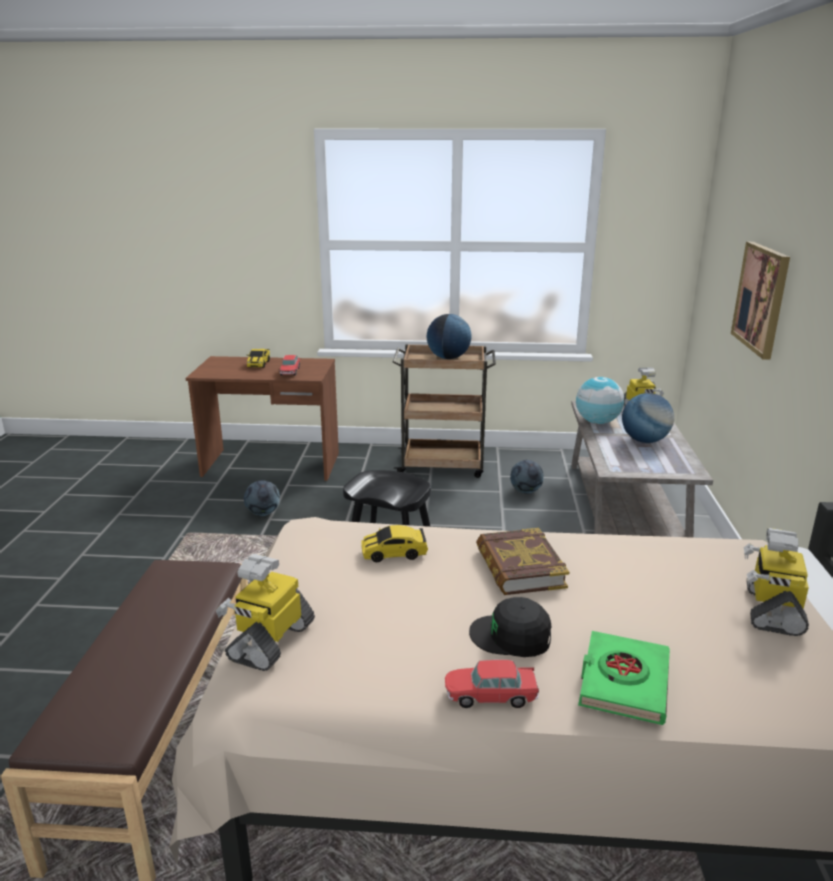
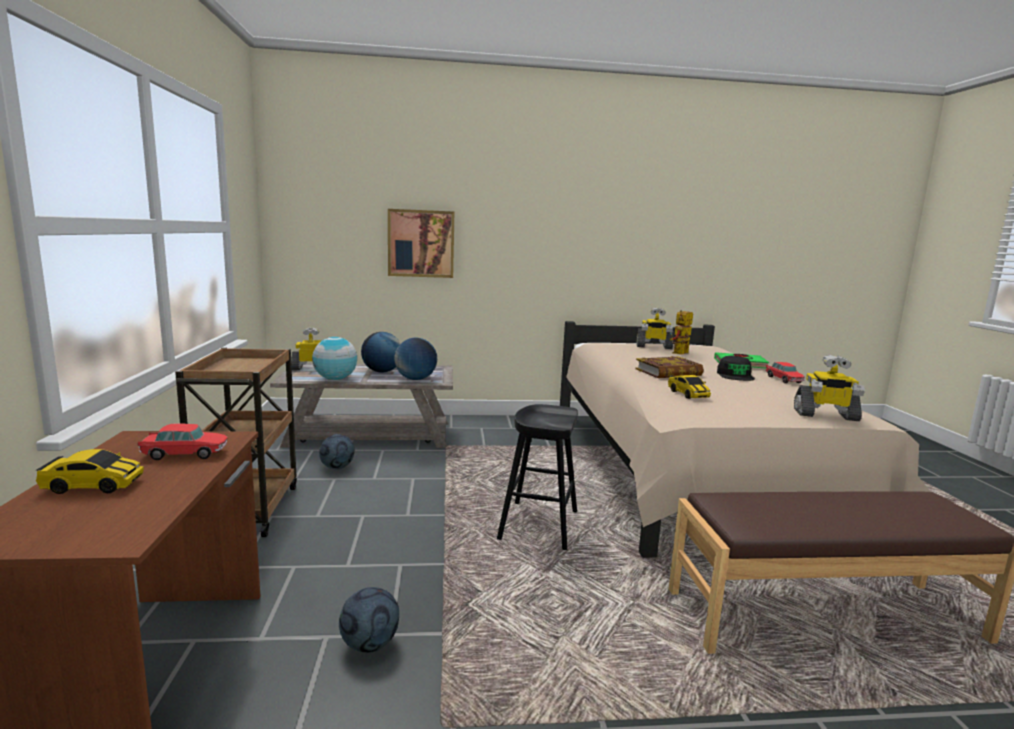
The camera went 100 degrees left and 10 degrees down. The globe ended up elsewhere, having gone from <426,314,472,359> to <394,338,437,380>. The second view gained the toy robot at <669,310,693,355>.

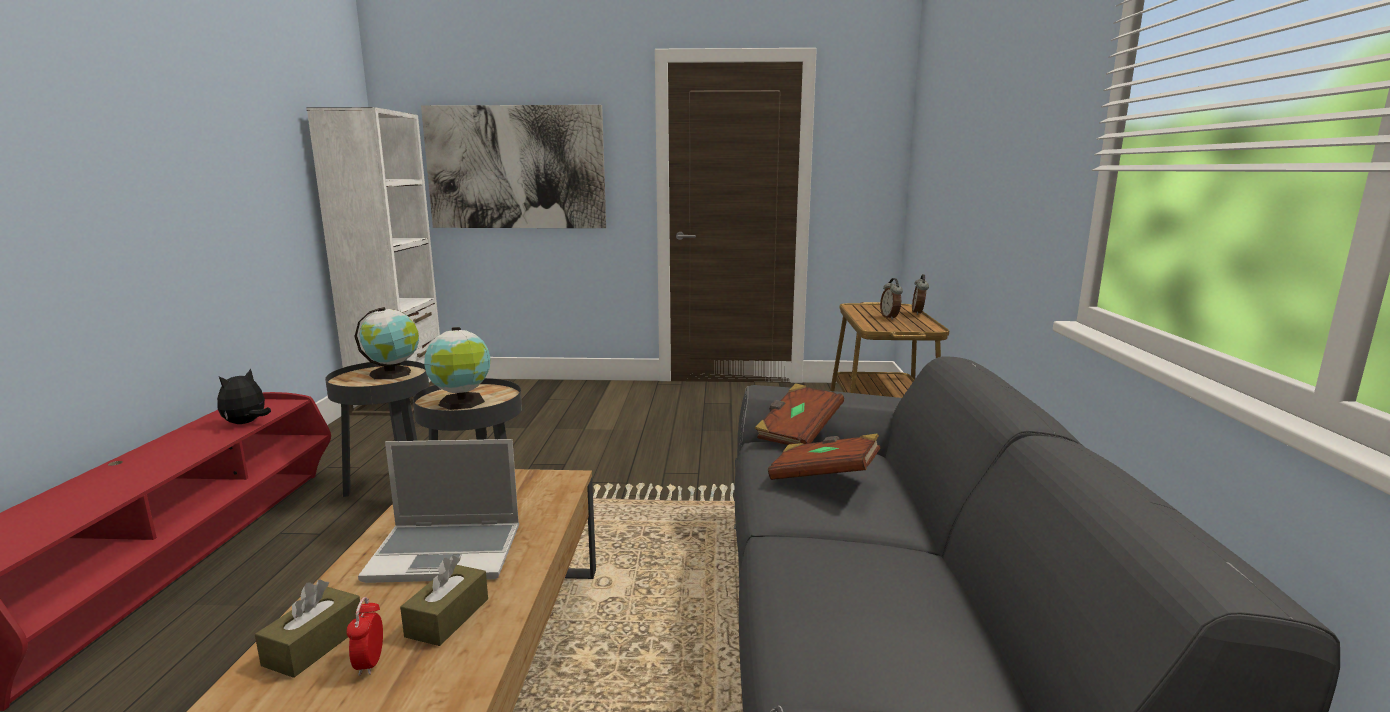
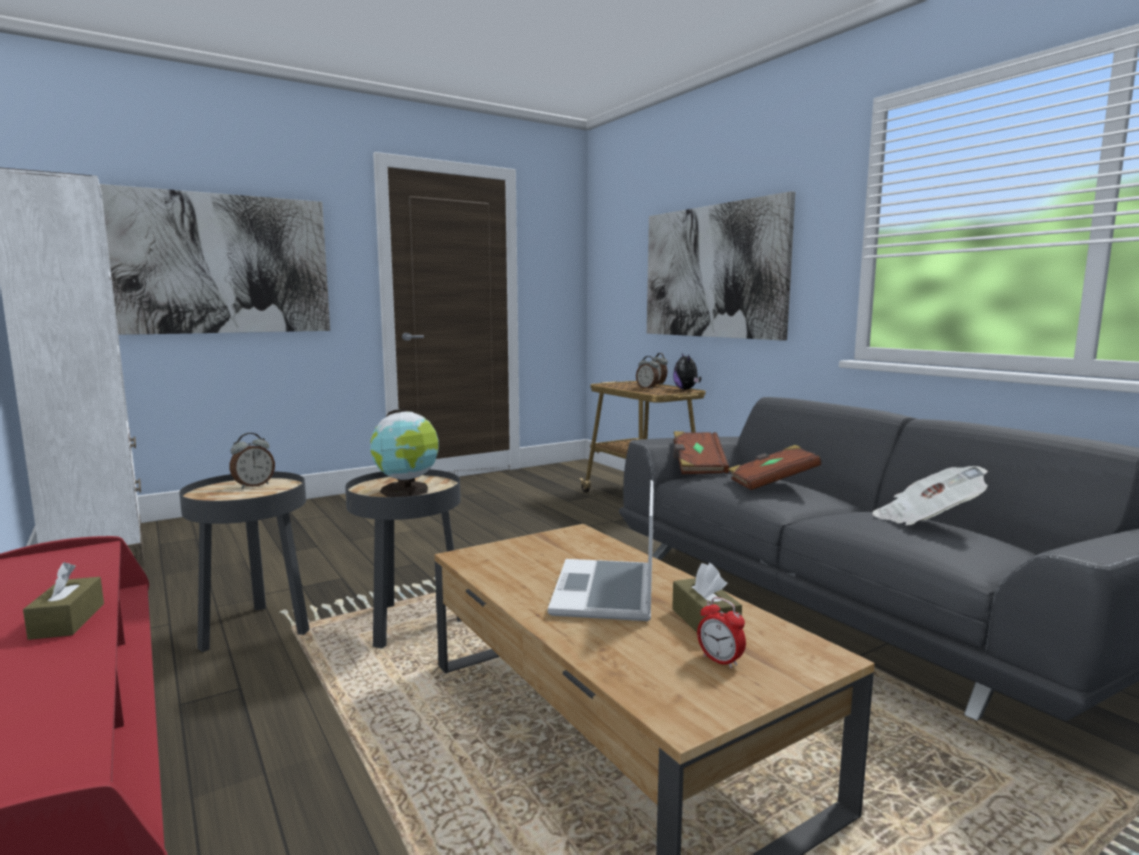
The camera went 35 degrees left and 5 degrees down. The plush toy ended up elsewhere, having gone from <217,369,271,424> to <673,354,702,390>. The brown tissue box ended up elsewhere, having gone from <255,580,361,678> to <23,562,104,640>. Where the globe stood at <354,307,419,379>, the alarm clock came to stand at <229,433,275,489>. The laptop at <358,439,519,583> ended up facing another way, 135 degrees clockwise from before. The second view gained the picture at <647,191,795,341>. The second view gained the newspaper at <873,466,988,525>.

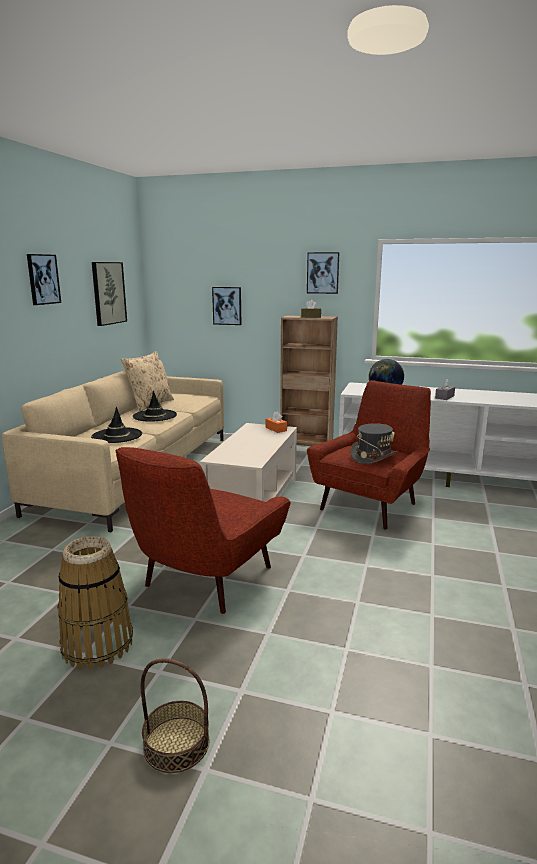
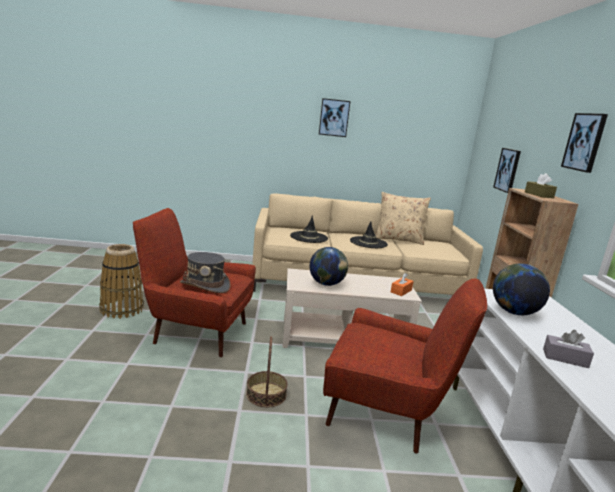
The camera went 70 degrees right and 0 degrees up. The second view lost the picture at <92,262,127,326>. The basket ended up elsewhere, having gone from <141,658,209,773> to <246,336,288,407>. The grey hat ended up elsewhere, having gone from <350,423,398,464> to <180,252,231,293>. The second view gained the globe at <309,247,348,286>.

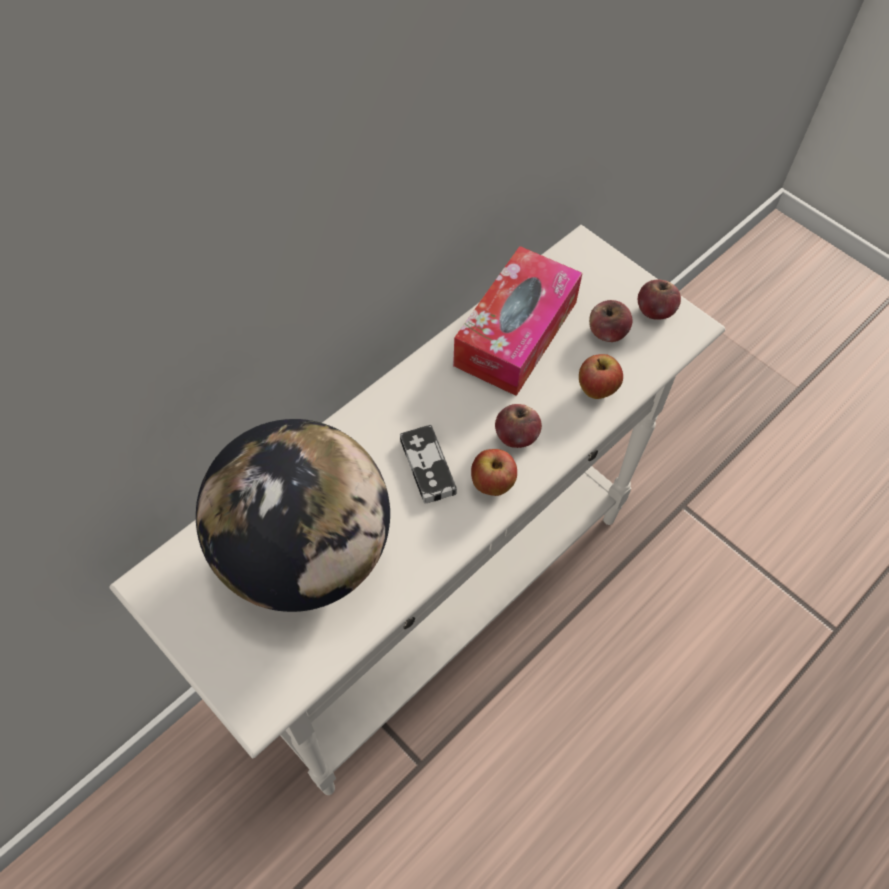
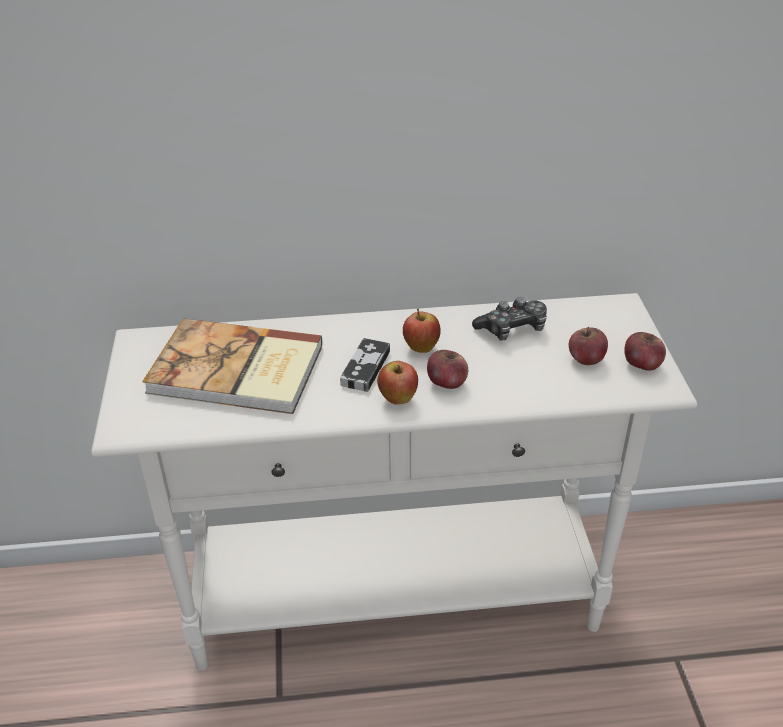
The camera went 40 degrees right and 20 degrees down. Where the globe stood at <196,419,390,612>, the book came to stand at <142,318,323,414>. Where the tissue box stood at <453,246,582,396>, the game controller came to stand at <472,297,547,341>. The apple ended up elsewhere, having gone from <579,354,623,399> to <403,308,441,353>.

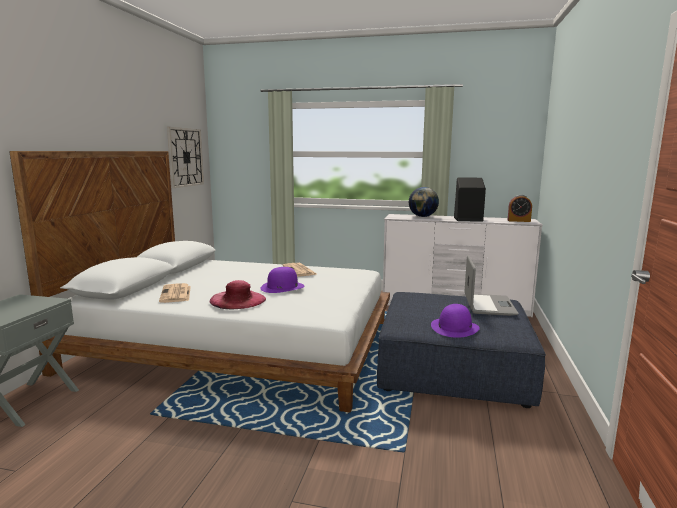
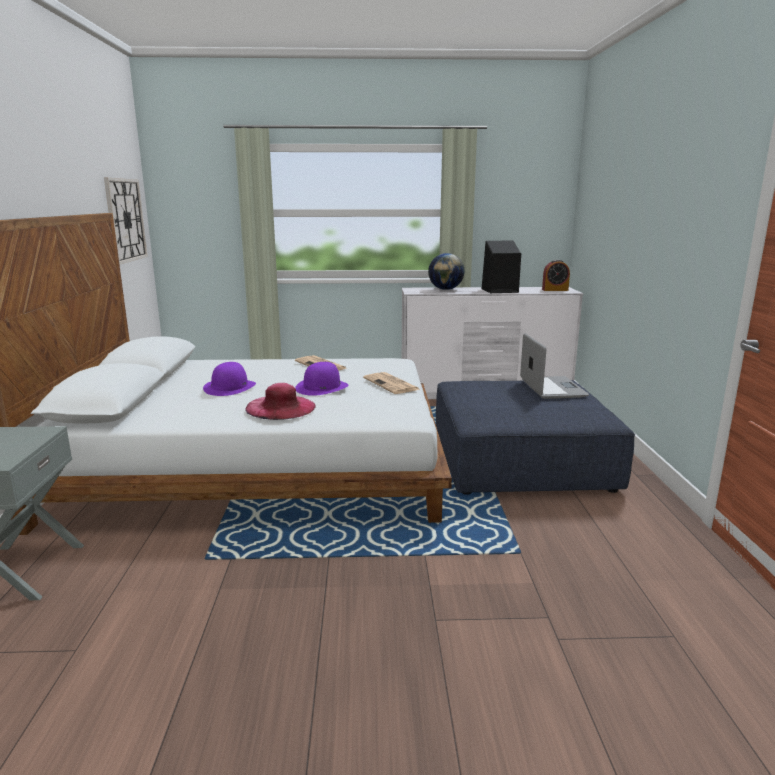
The camera went 15 degrees left and 5 degrees up. The newspaper ended up elsewhere, having gone from <159,283,191,303> to <363,372,420,394>. The purple hat ended up elsewhere, having gone from <431,304,480,338> to <203,362,256,396>.

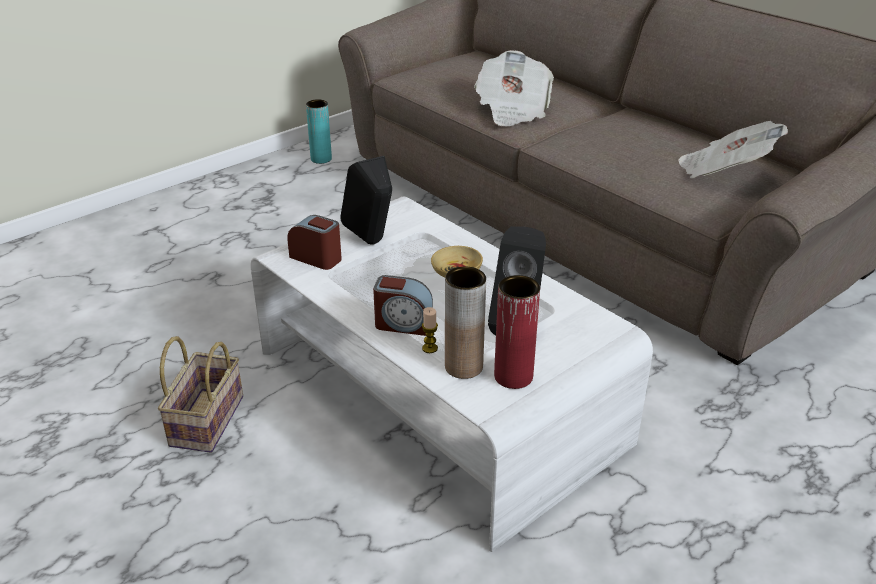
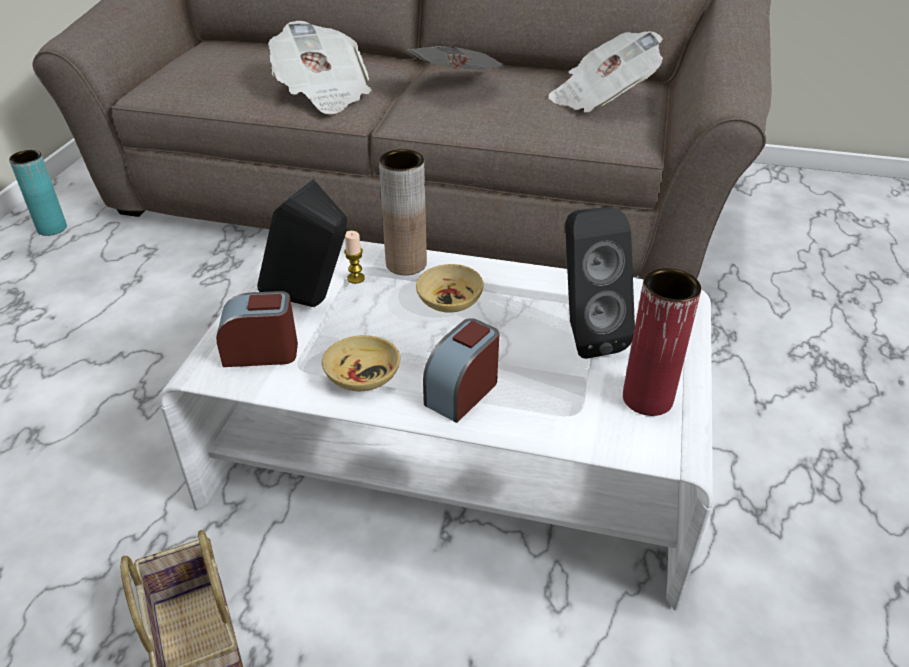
The camera went 35 degrees left and 5 degrees up. The alarm clock at <373,275,433,336> ended up facing another way, 150 degrees clockwise from before. The candle ended up elsewhere, having gone from <422,307,438,353> to <344,231,365,284>. The brown vase ended up elsewhere, having gone from <445,267,486,379> to <379,149,427,275>. The second view gained the beige bowl at <322,335,400,391>. The second view gained the newspaper at <406,46,504,70>.

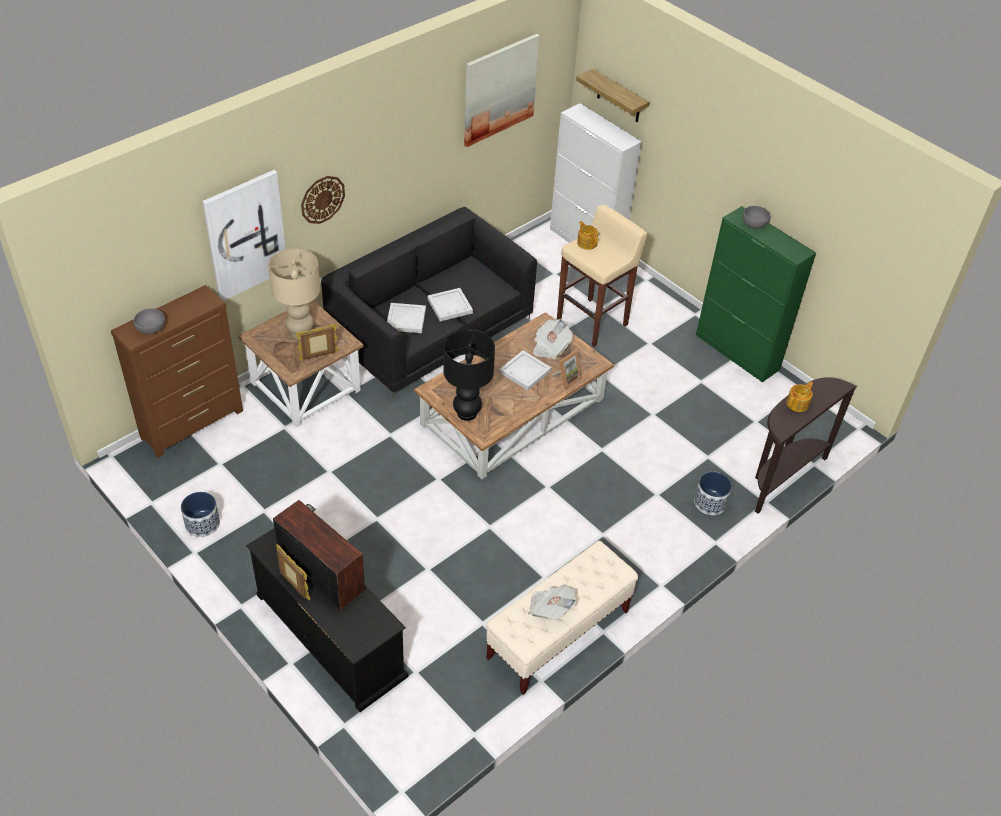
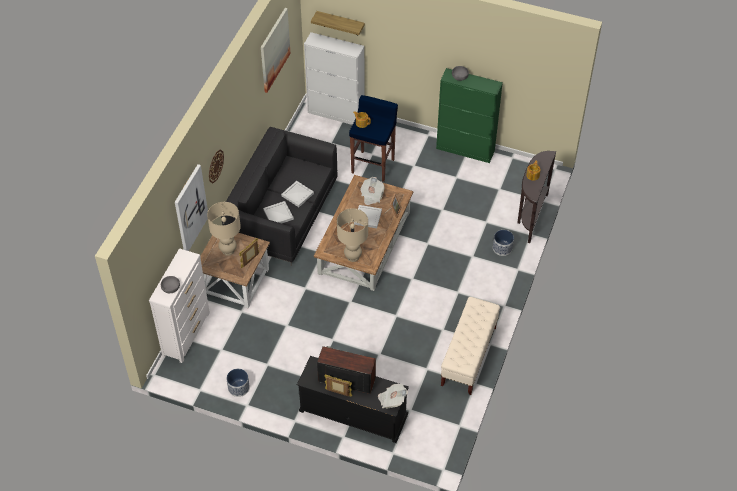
The camera went 25 degrees left and 5 degrees up. What was the brown dresser at <111,285,243,458> turned into the white dresser at <149,248,210,363>. What was the black table lamp at <443,329,495,421> turned into the beige table lamp at <337,208,368,262>. The newspaper ended up elsewhere, having gone from <528,586,576,620> to <378,384,408,409>. What was the beige stool at <557,205,648,347> turned into the blue stool at <349,95,398,182>.

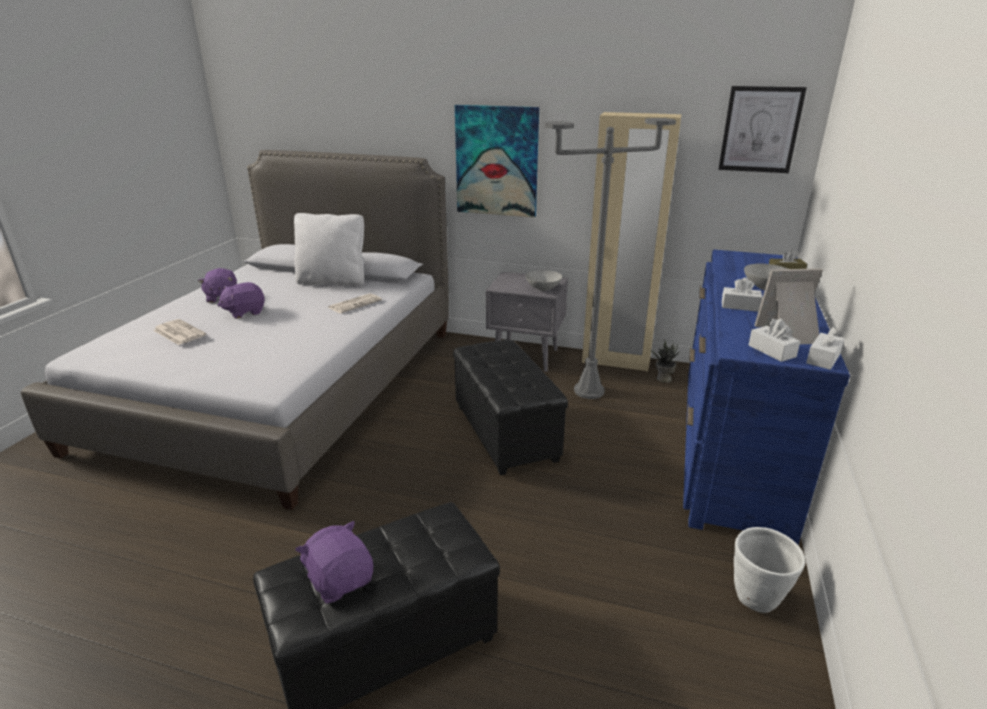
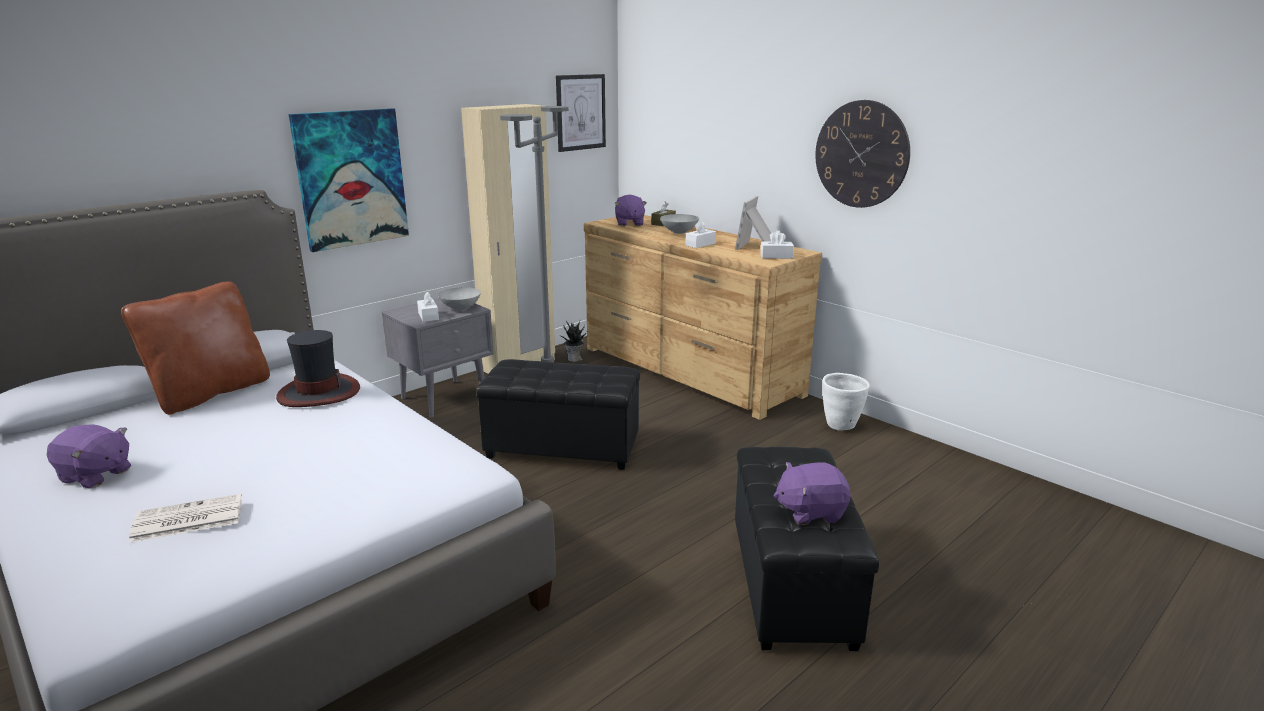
The camera went 60 degrees left and 5 degrees down. The purple plush toy ended up elsewhere, having gone from <218,282,265,319> to <614,195,647,226>. What was the white pillow at <294,213,364,286> turned into the brown pillow at <121,282,270,415>. Where the newspaper stood at <328,293,382,313>, the hat came to stand at <276,330,360,407>. What was the blue dresser at <683,250,850,545> turned into the brown dresser at <584,215,822,420>. The white tissue box ended up elsewhere, having gone from <806,326,844,370> to <417,292,439,322>. The second view gained the wall clock at <815,100,910,208>.

